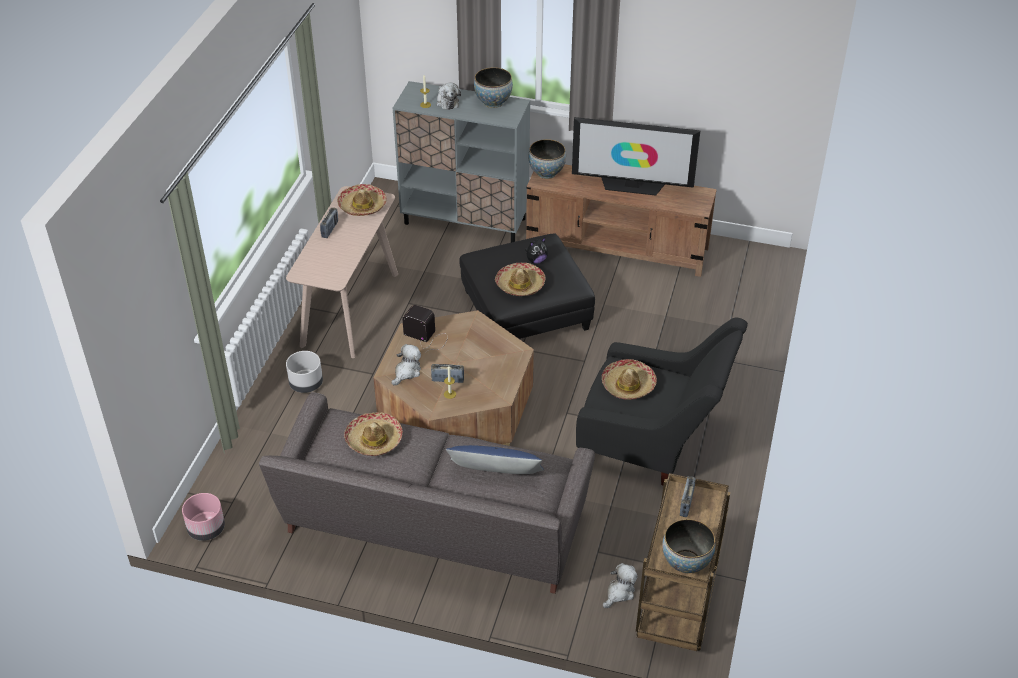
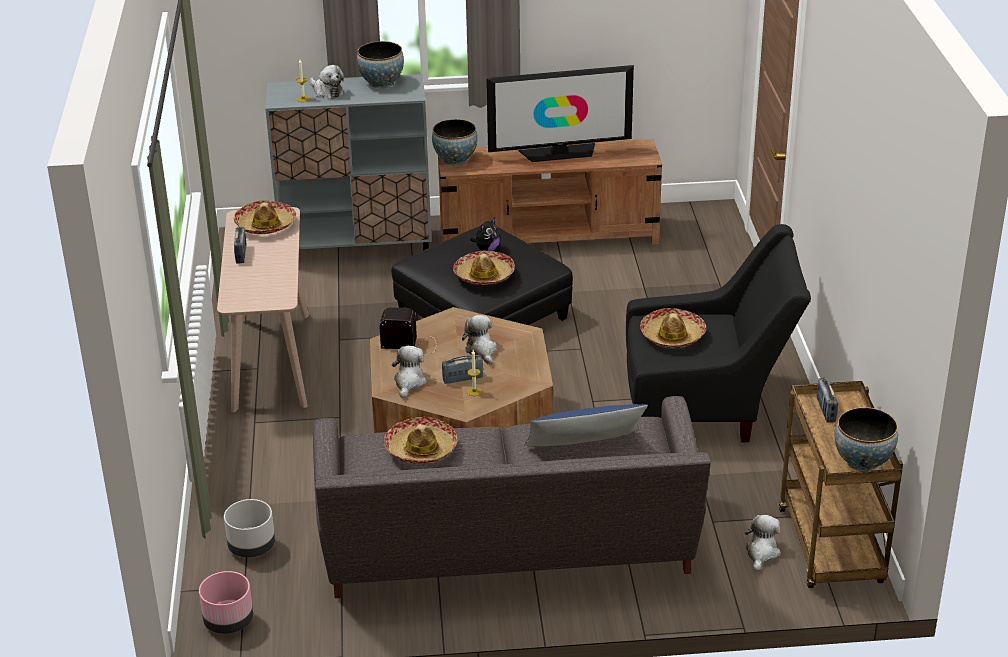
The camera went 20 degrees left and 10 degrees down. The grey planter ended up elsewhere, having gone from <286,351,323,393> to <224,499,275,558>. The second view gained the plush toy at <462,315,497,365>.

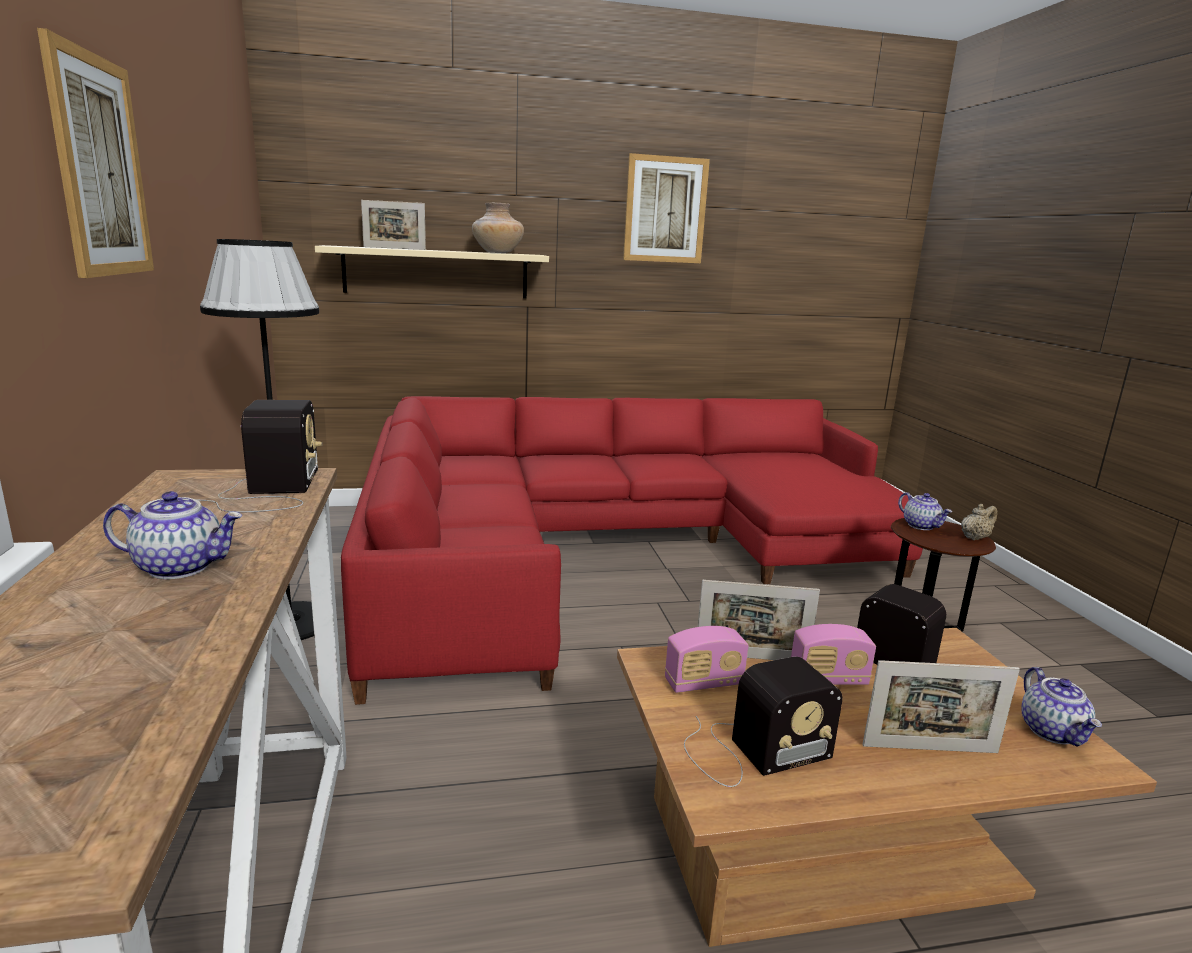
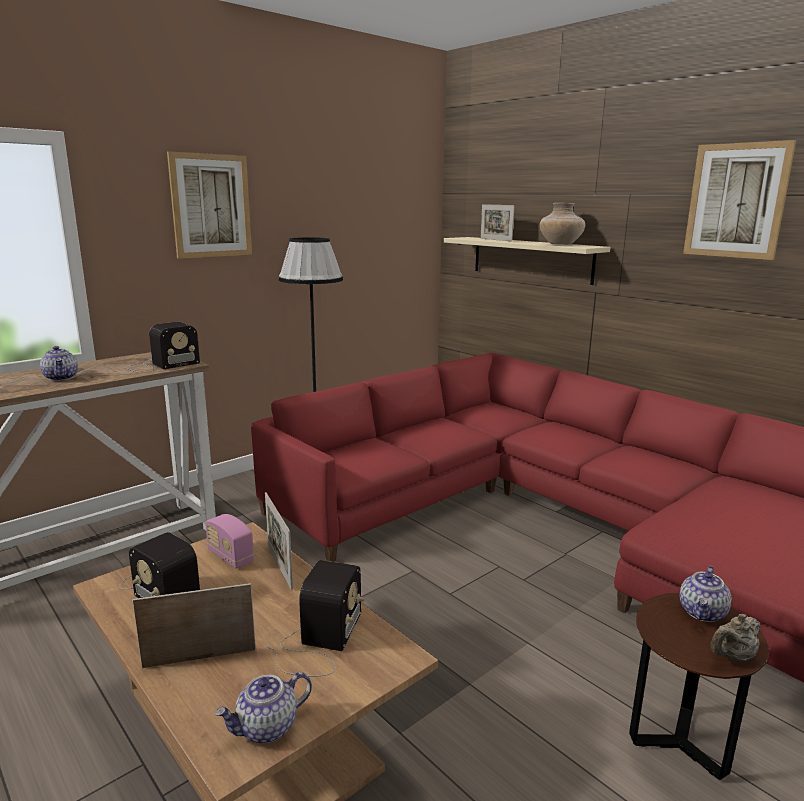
The camera went 60 degrees right and 0 degrees up. The second view lost the radio at <791,624,876,685>. The picture frame at <862,660,1020,753> ended up facing another way, 105 degrees clockwise from before. The beige teapot at <961,504,997,540> ended up facing another way, 120 degrees clockwise from before.

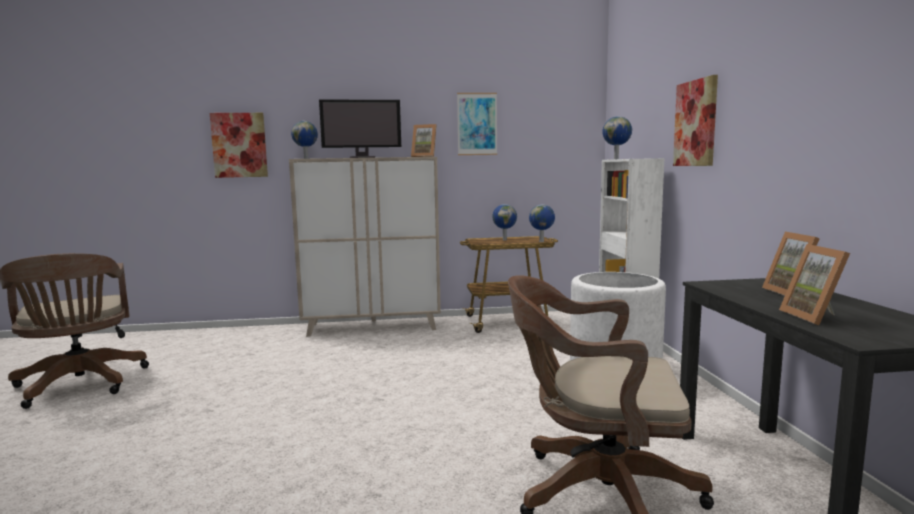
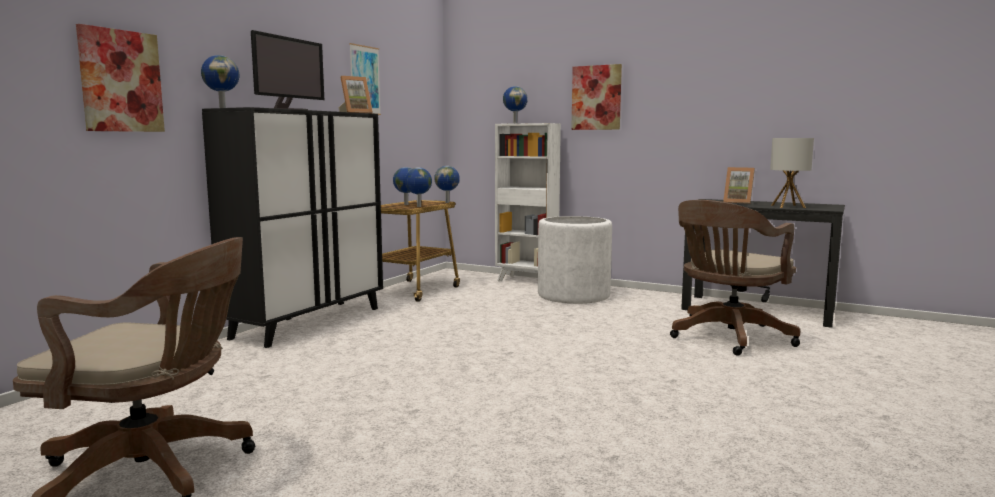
The camera went 55 degrees left and 0 degrees up. What was the beige cabinet at <289,157,441,337> turned into the black cabinet at <202,107,383,348>. Where the picture frame stood at <779,244,850,325>, the table lamp came to stand at <770,138,814,208>. The second view gained the globe at <405,167,432,207>.

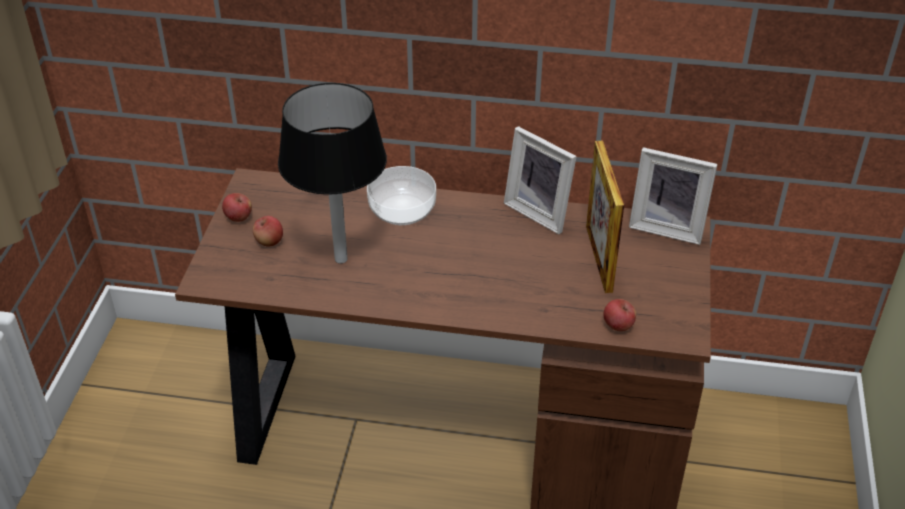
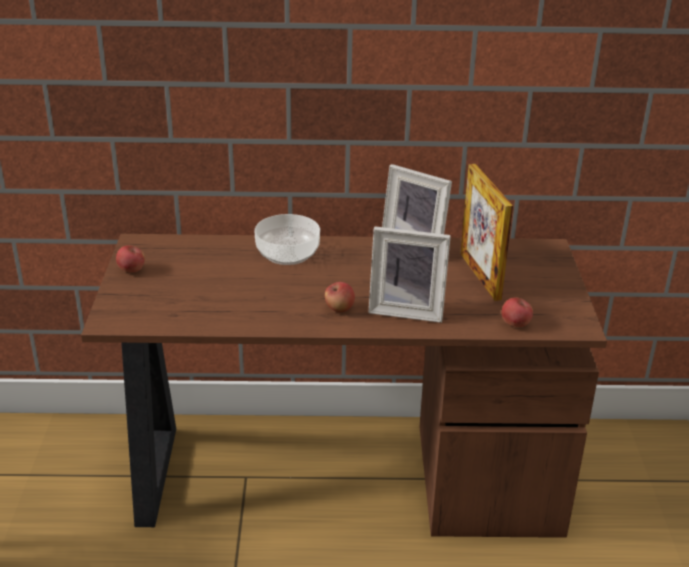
The camera went 10 degrees left and 10 degrees down. The apple ended up elsewhere, having gone from <253,216,283,246> to <325,282,355,312>. The second view lost the black table lamp at <278,83,387,263>. The picture frame ended up elsewhere, having gone from <629,147,718,245> to <368,226,451,323>.

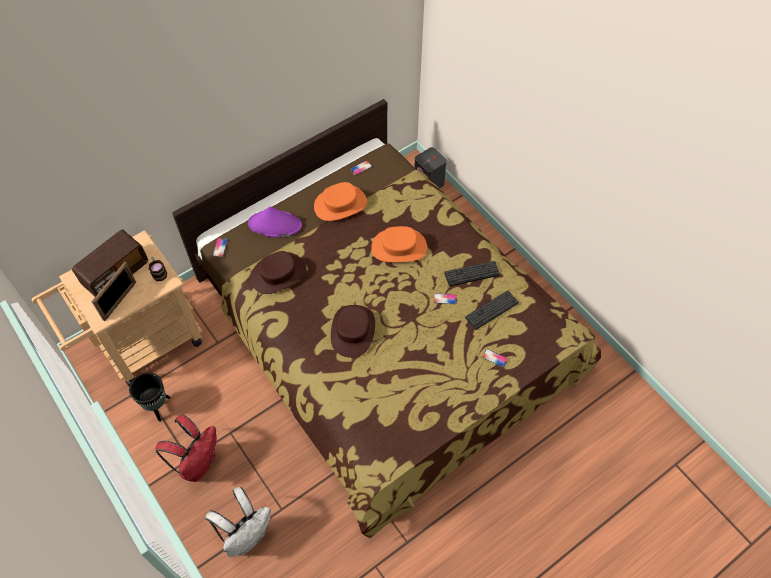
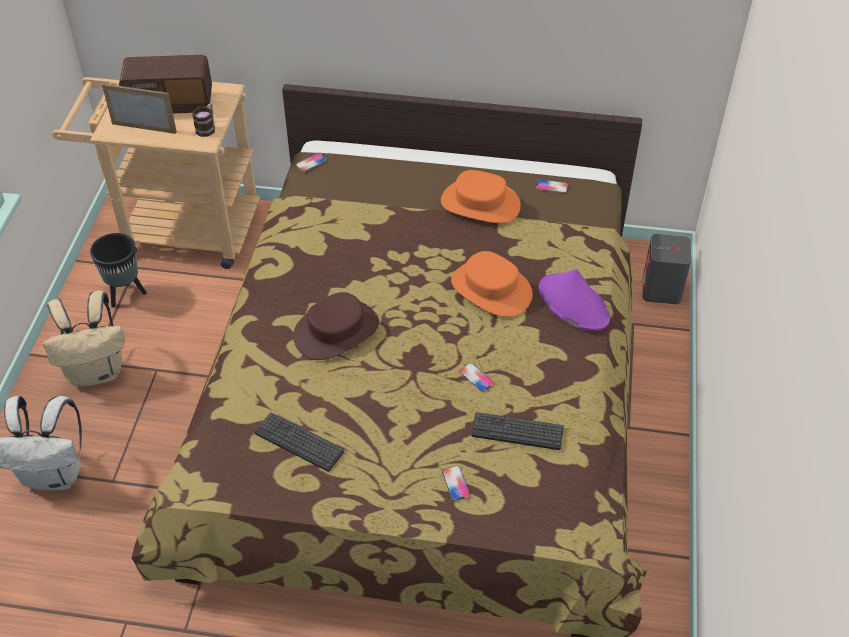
The camera went 45 degrees right and 10 degrees down. The picture frame at <91,262,136,321> ended up facing another way, 150 degrees counterclockwise from before. What was the red backpack at <155,415,217,482> turned into the beige backpack at <43,291,125,387>. The purple hat ended up elsewhere, having gone from <248,207,302,238> to <539,269,610,331>. The second view lost the brown hat at <251,251,306,294>. The keyboard ended up elsewhere, having gone from <444,261,500,286> to <255,413,344,472>.

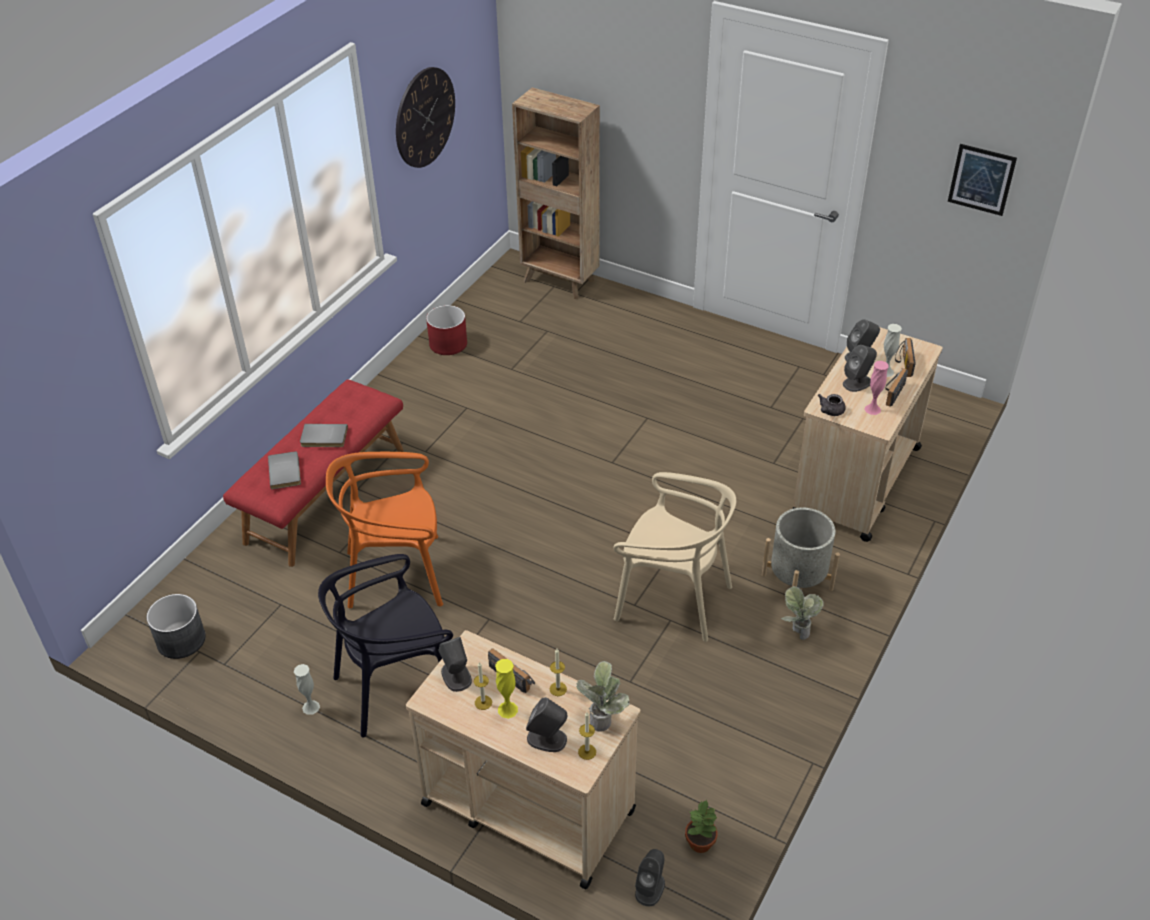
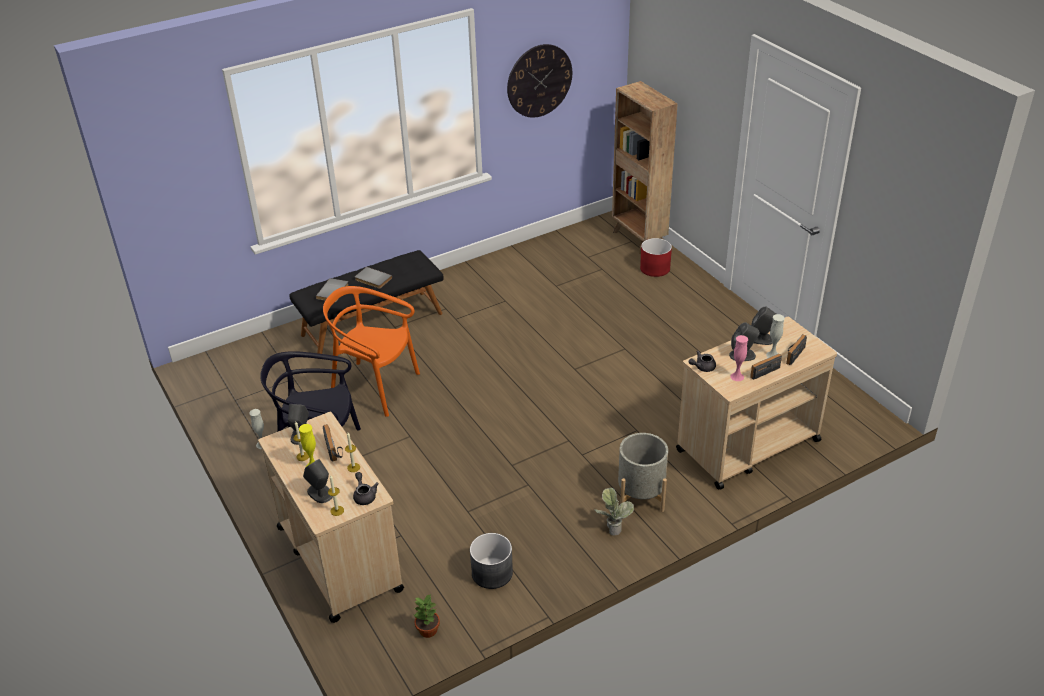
The camera went 30 degrees right and 5 degrees down. The grey planter ended up elsewhere, having gone from <147,594,206,659> to <470,533,513,589>. What was the red bench at <223,379,404,567> turned into the black bench at <289,250,444,354>. The red planter ended up elsewhere, having gone from <426,305,467,355> to <640,238,672,277>. Where the potted plant stood at <576,661,630,732>, the grey teapot came to stand at <353,472,379,505>. The second view lost the beige chair at <613,472,736,642>. The second view lost the grey speaker at <635,849,665,906>. The second view lost the picture at <948,144,1017,216>.

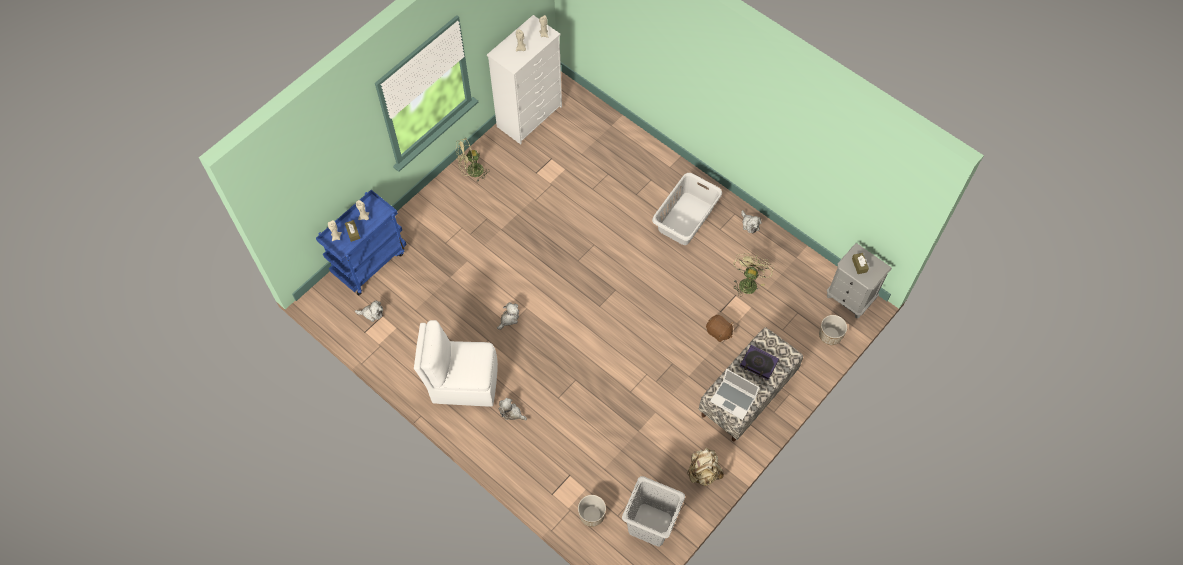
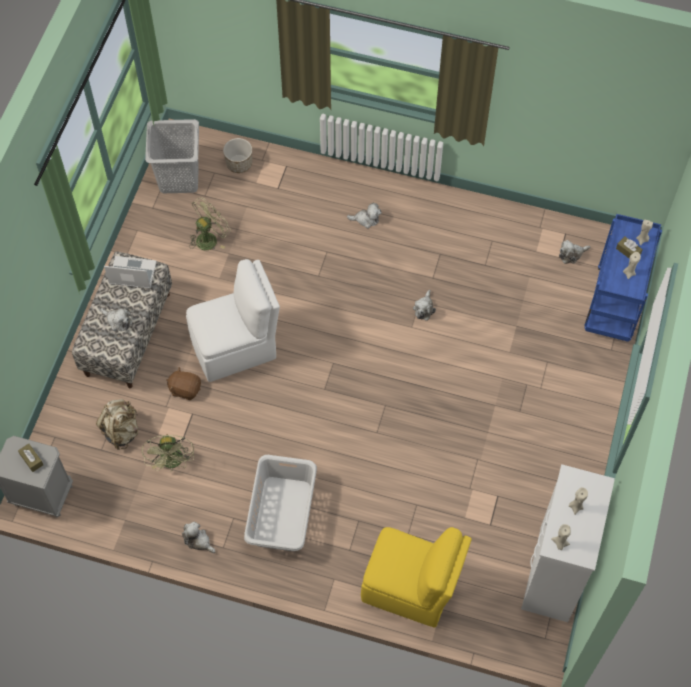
The camera went 155 degrees right and 0 degrees up. The white chair ended up elsewhere, having gone from <414,320,498,407> to <186,259,280,382>. The green fan ended up elsewhere, having gone from <456,138,490,182> to <189,198,231,250>. The beige backpack ended up elsewhere, having gone from <687,448,724,486> to <96,399,138,450>. Where the book stood at <740,345,779,380>, the plush toy came to stand at <101,308,133,332>. The second view lost the planter at <819,315,847,345>. The second view gained the yellow chair at <361,527,472,628>.

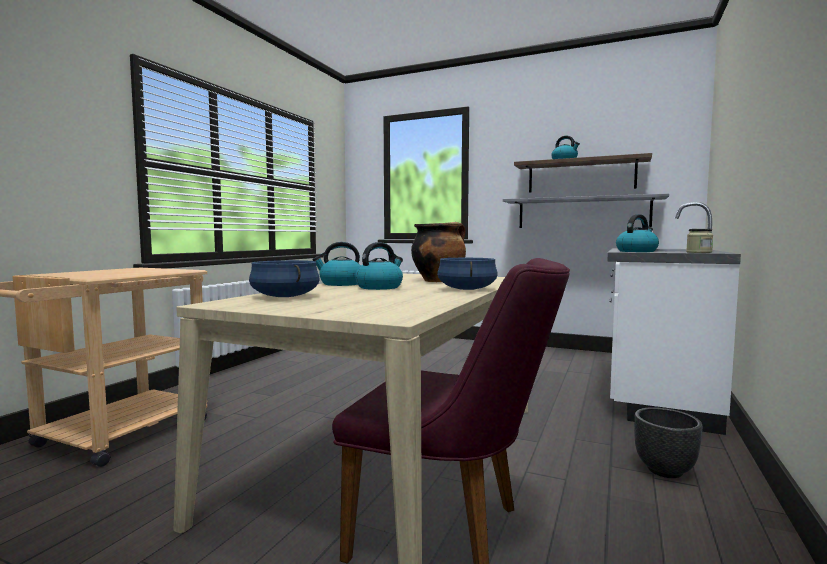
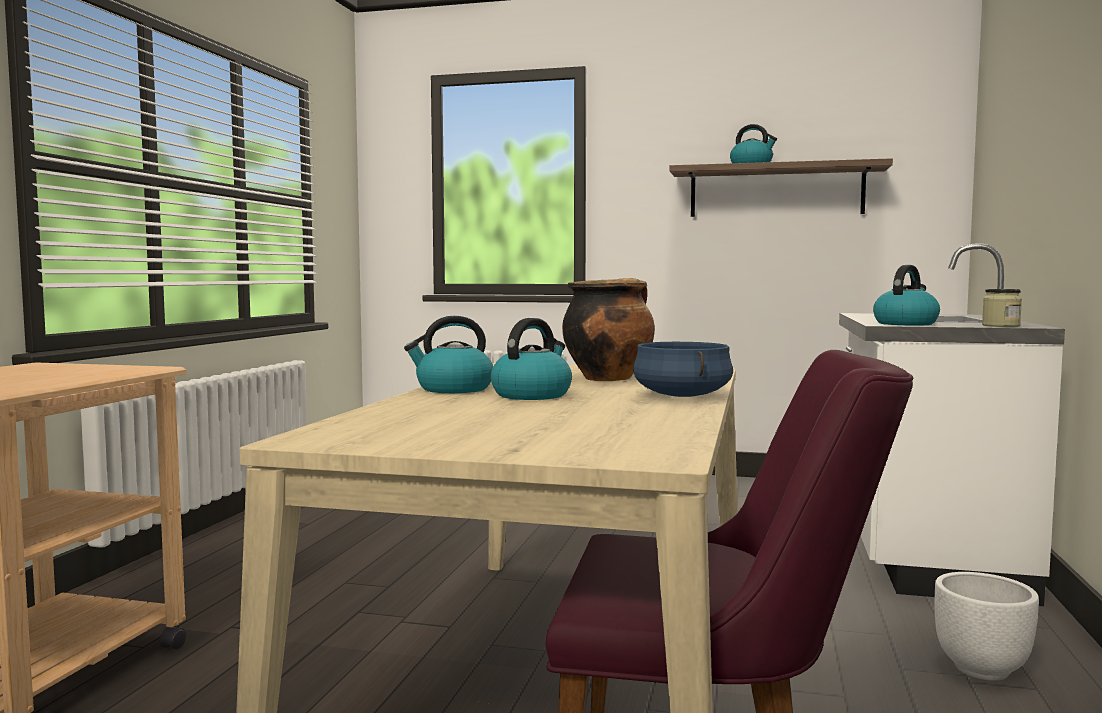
The camera went 10 degrees left and 0 degrees up. The second view lost the blue cooking pot at <249,260,320,297>. The second view lost the grey shelf at <503,194,669,228>. What was the black planter at <634,407,702,478> turned into the white planter at <934,572,1039,680>.

